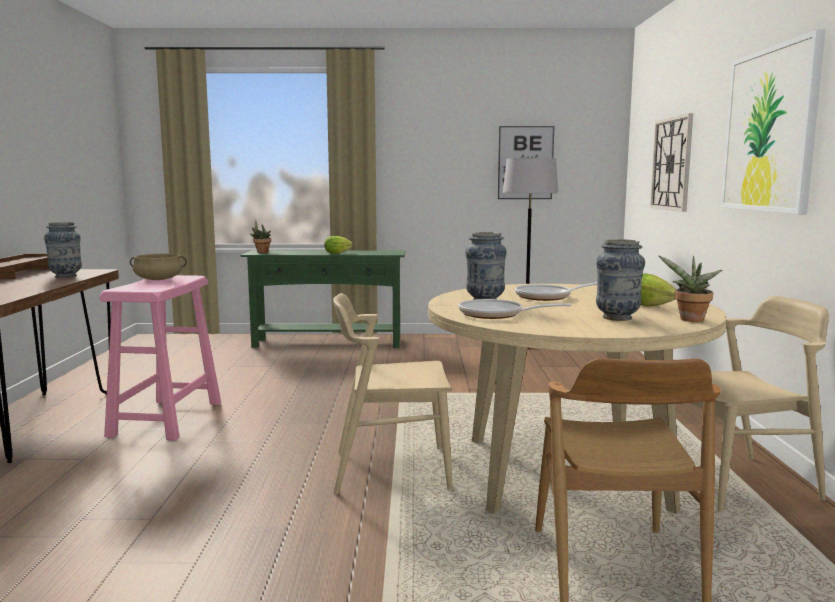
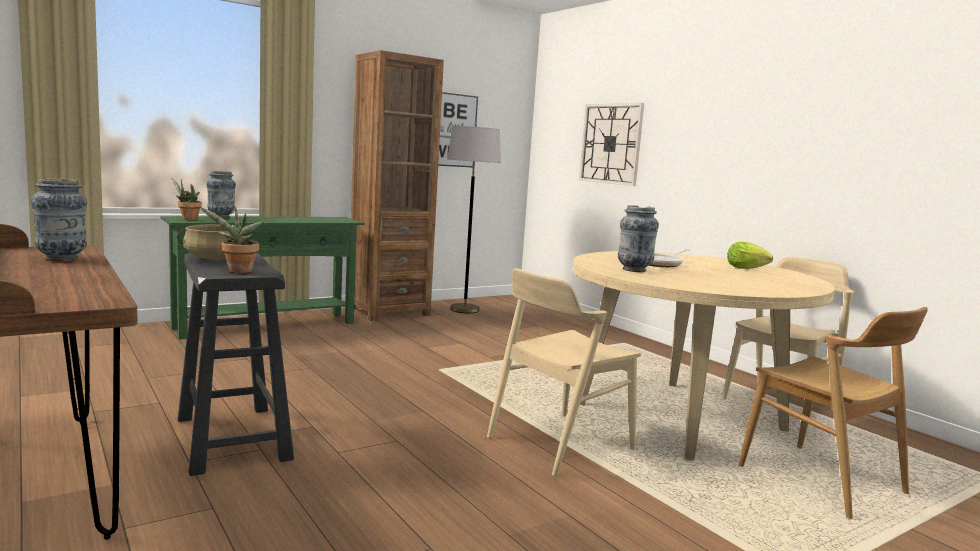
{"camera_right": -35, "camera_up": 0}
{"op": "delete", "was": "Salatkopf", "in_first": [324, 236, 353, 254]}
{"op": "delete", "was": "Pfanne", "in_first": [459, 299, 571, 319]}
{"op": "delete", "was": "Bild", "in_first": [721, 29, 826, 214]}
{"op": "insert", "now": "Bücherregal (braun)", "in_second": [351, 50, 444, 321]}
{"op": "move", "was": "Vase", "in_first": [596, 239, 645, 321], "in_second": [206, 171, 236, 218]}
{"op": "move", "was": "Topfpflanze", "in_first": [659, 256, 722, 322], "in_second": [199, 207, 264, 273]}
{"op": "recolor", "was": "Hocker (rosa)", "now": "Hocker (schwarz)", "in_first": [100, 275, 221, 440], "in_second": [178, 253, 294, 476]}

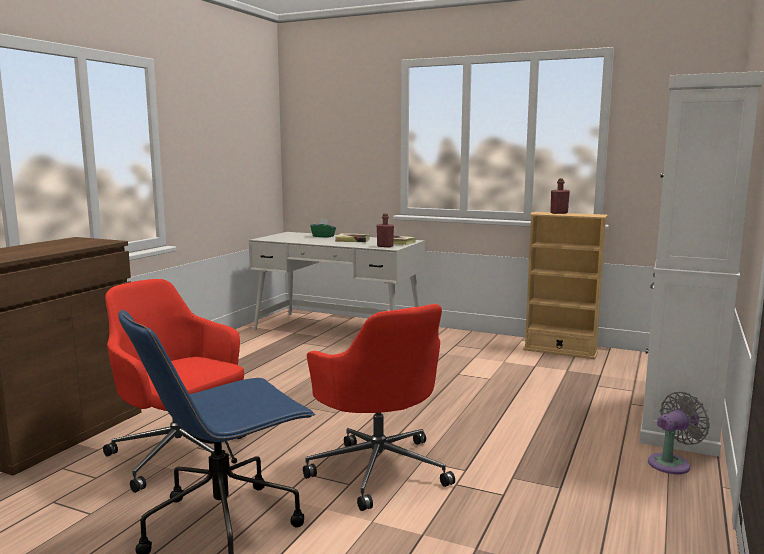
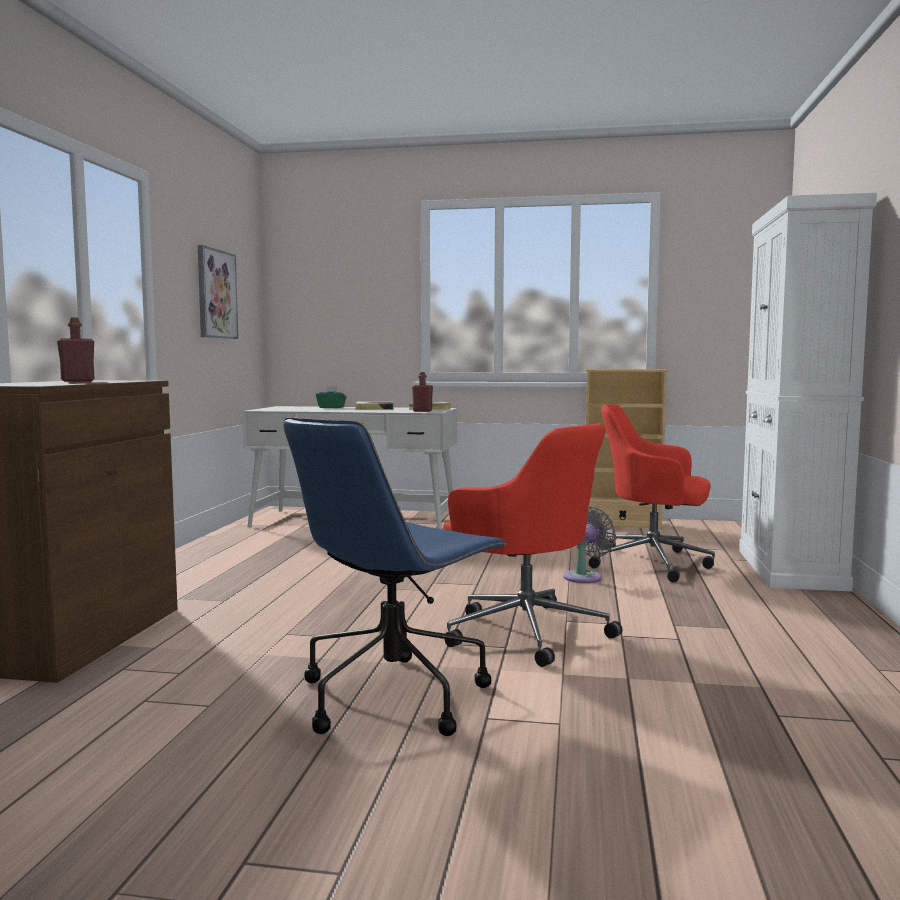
{"camera_right": -15, "camera_up": -5}
{"op": "insert", "now": "Bild", "in_second": [198, 245, 238, 339]}
{"op": "move", "was": "Bürostuhl (rot)", "in_first": [103, 279, 247, 493], "in_second": [589, 404, 715, 582]}
{"op": "move", "was": "Flasche (rot)", "in_first": [550, 178, 570, 214], "in_second": [57, 317, 95, 382]}
{"op": "move", "was": "Ventilator (grau)", "in_first": [648, 392, 710, 474], "in_second": [564, 507, 616, 583]}

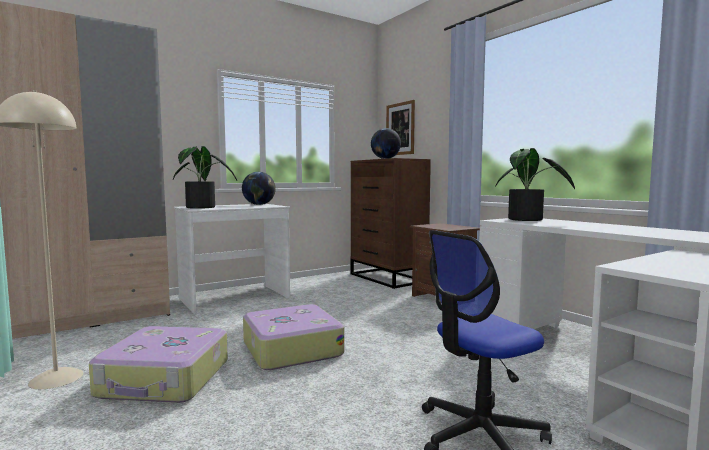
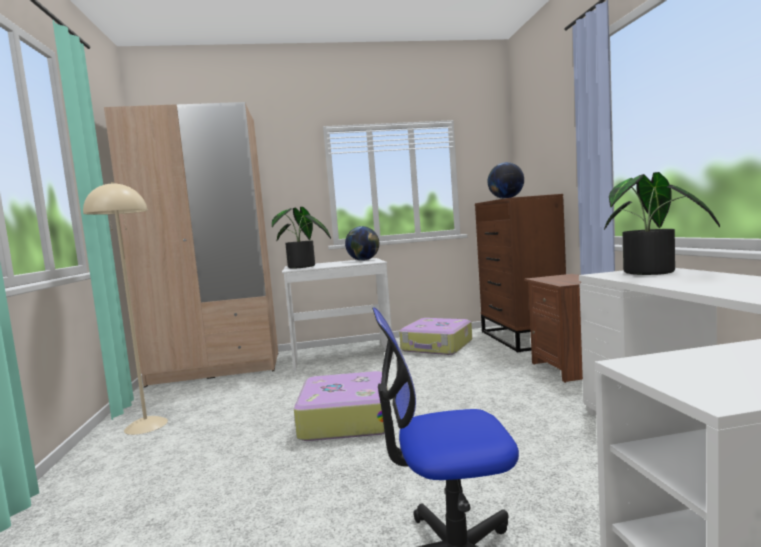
{"camera_right": 25, "camera_up": 0}
{"op": "delete", "was": "Bild", "in_first": [386, 100, 415, 155]}
{"op": "move", "was": "Koffer", "in_first": [89, 326, 228, 403], "in_second": [399, 318, 472, 355]}

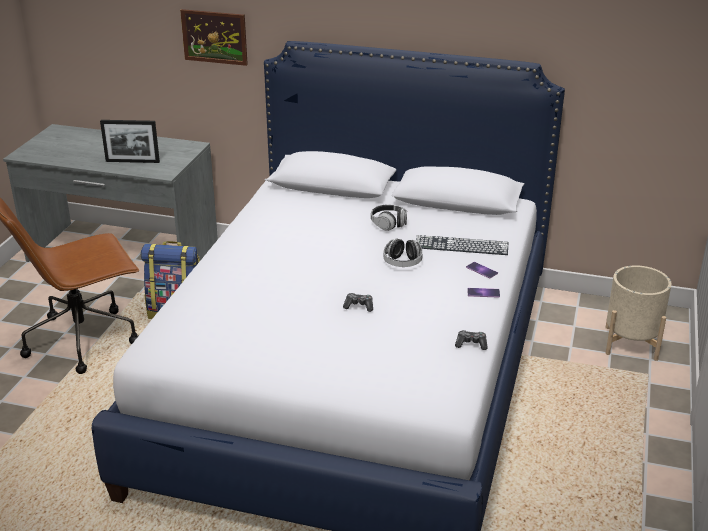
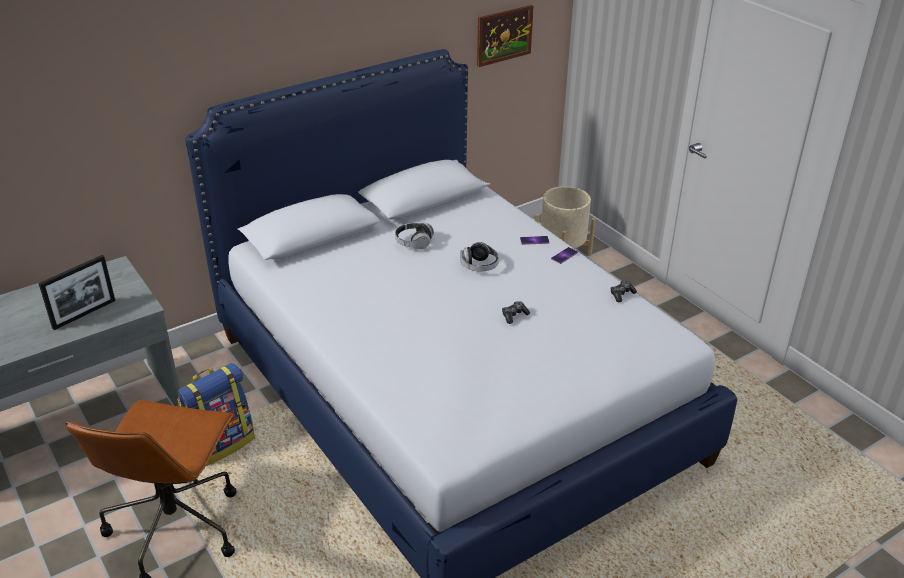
{"camera_right": -50, "camera_up": 5}
{"op": "delete", "was": "Tastatur", "in_first": [416, 235, 508, 255]}
{"op": "move", "was": "Bild", "in_first": [180, 9, 248, 66], "in_second": [477, 5, 533, 67]}

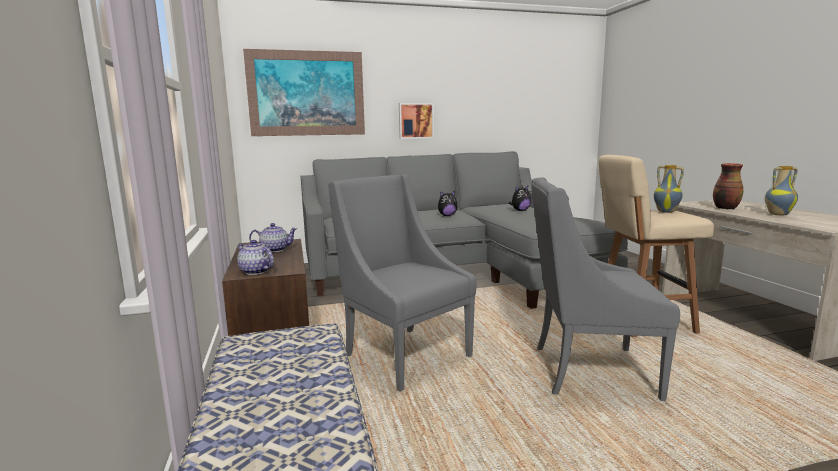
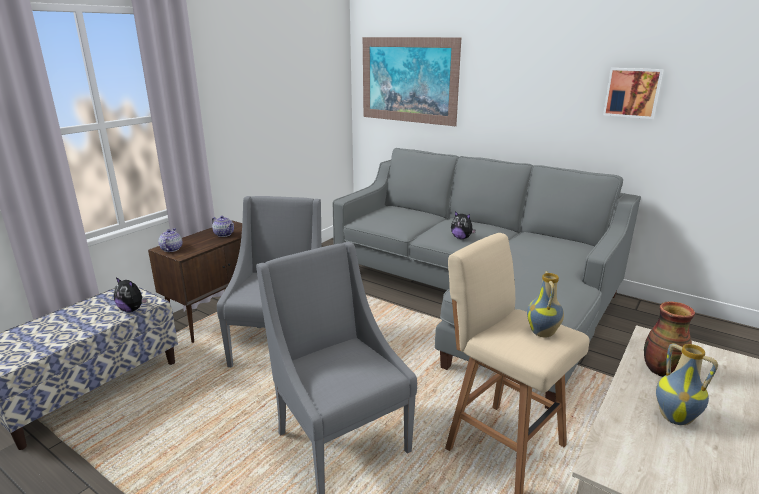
{"camera_right": 50, "camera_up": 10}
{"op": "move", "was": "Bild", "in_first": [399, 103, 434, 139], "in_second": [603, 68, 664, 119]}
{"op": "move", "was": "Plüschtier", "in_first": [509, 186, 531, 211], "in_second": [114, 277, 148, 312]}

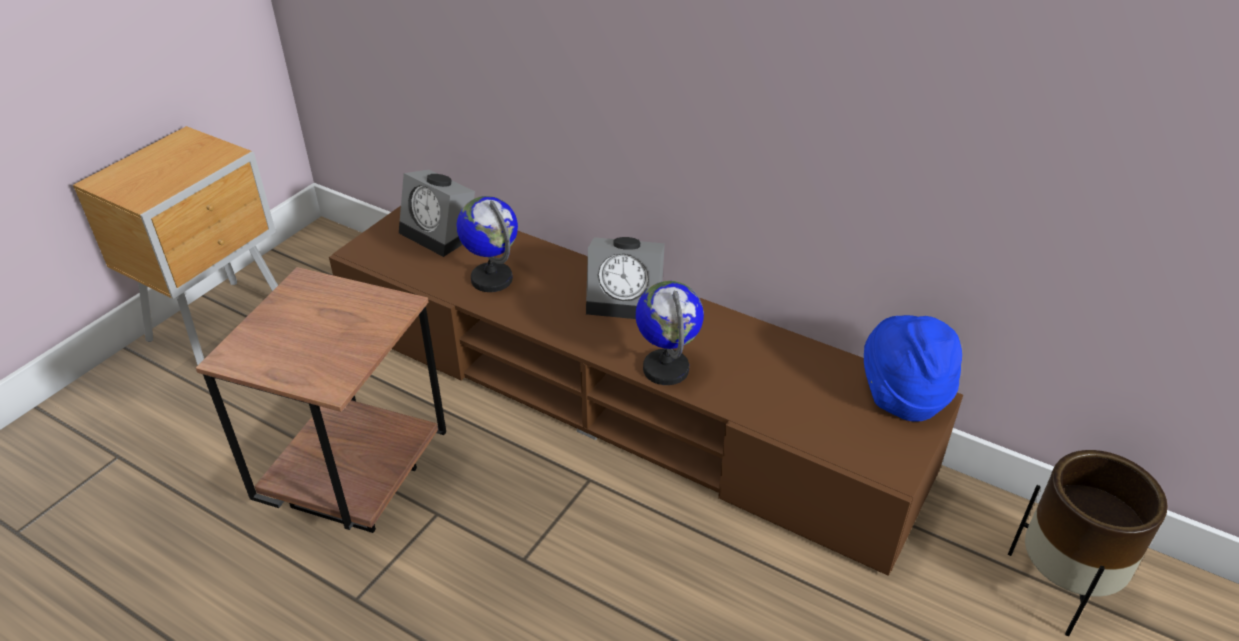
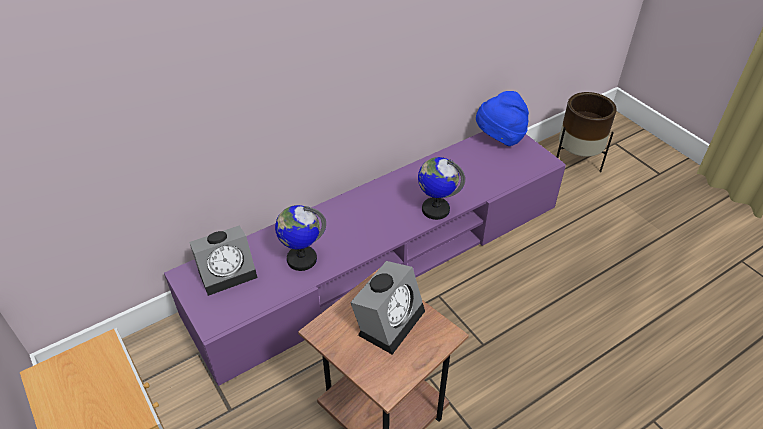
{"camera_right": -65, "camera_up": 5}
{"op": "move", "was": "Wecker", "in_first": [586, 237, 665, 319], "in_second": [350, 261, 425, 355]}
{"op": "recolor", "was": "Fernsehschrank (braun)", "now": "Fernsehschrank (lila)", "in_first": [329, 206, 963, 576], "in_second": [164, 132, 566, 386]}

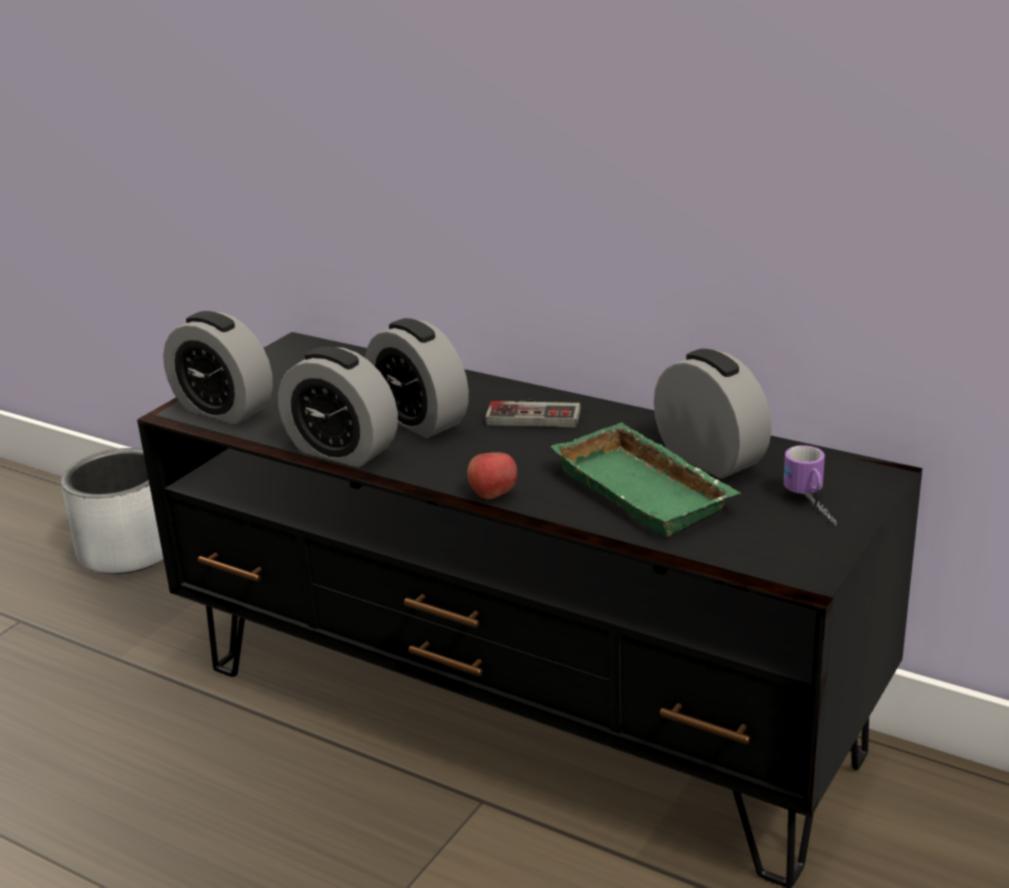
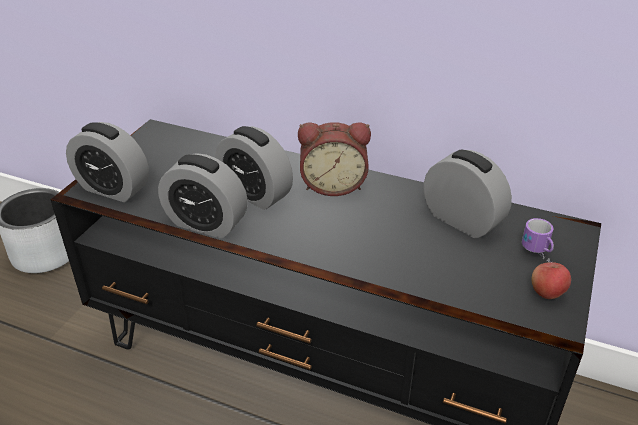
{"camera_right": -10, "camera_up": 10}
{"op": "delete", "was": "Tablett (grün)", "in_first": [550, 422, 740, 538]}
{"op": "move", "was": "Apfel", "in_first": [467, 453, 517, 499], "in_second": [532, 262, 571, 299]}
{"op": "replace", "was": "Gamepad", "now": "Wecker", "in_first": [485, 398, 581, 427], "in_second": [298, 122, 371, 196]}

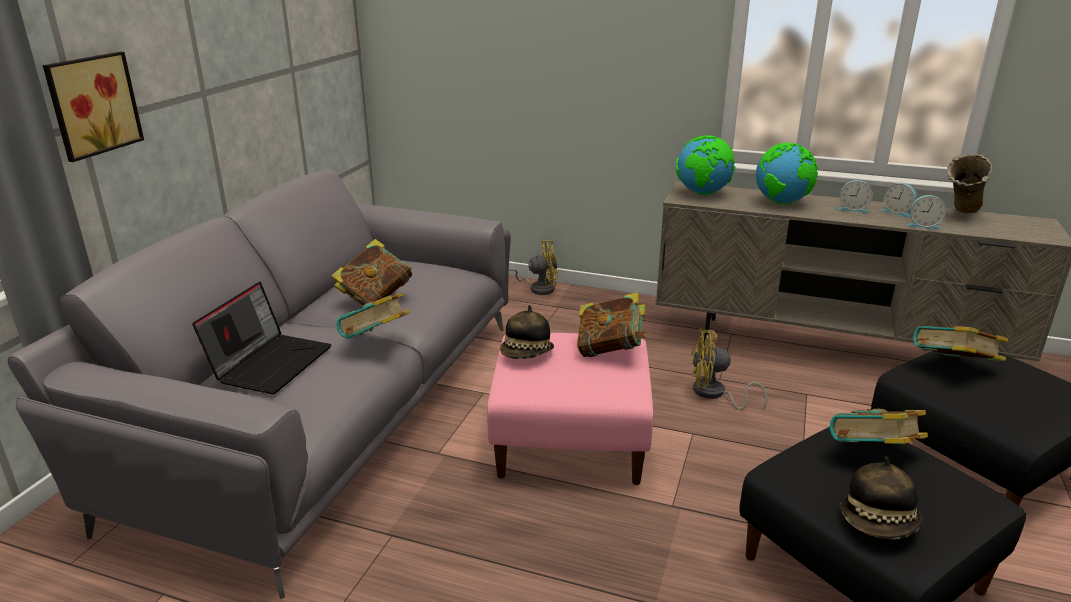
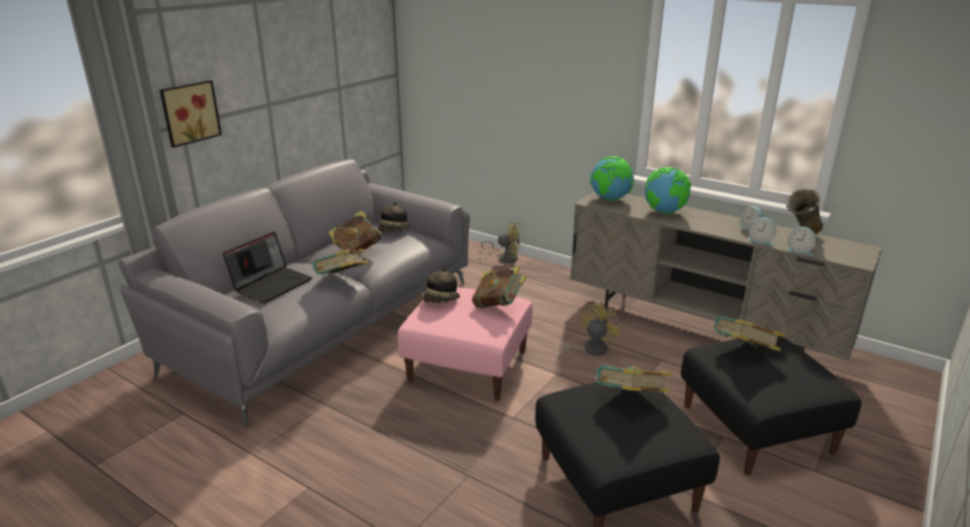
{"camera_right": 15, "camera_up": 0}
{"op": "move", "was": "Wecker", "in_first": [837, 180, 872, 213], "in_second": [786, 227, 817, 256]}
{"op": "move", "was": "Hut", "in_first": [840, 456, 923, 540], "in_second": [377, 201, 410, 232]}
{"op": "rotate", "was": "Ventilator (gelb)", "in_first": [691, 329, 767, 410], "in_second": [558, 302, 621, 359], "clockwise": 105}

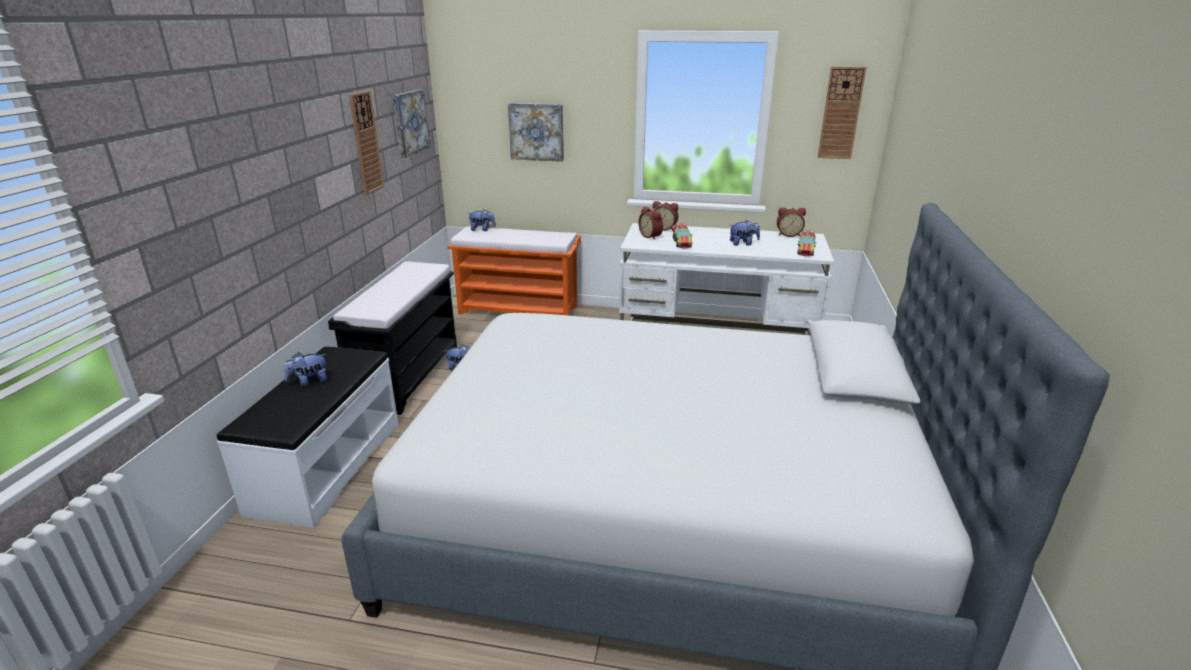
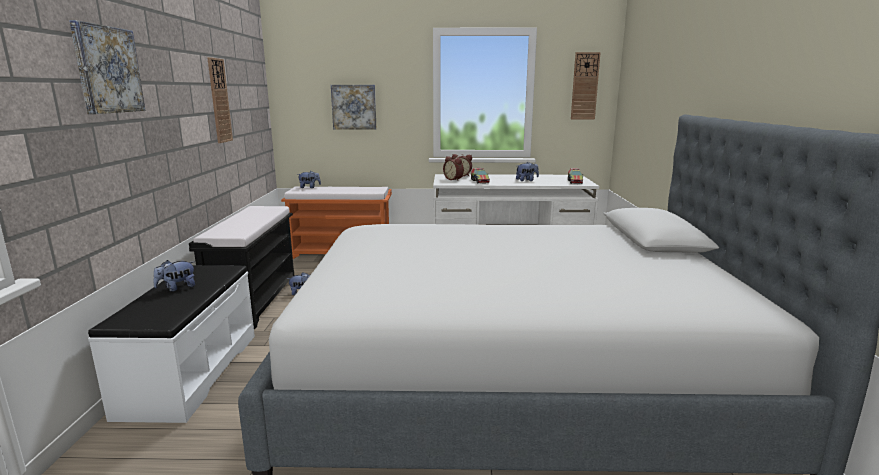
{"camera_right": -10, "camera_up": -10}
{"op": "delete", "was": "Wecker", "in_first": [777, 207, 806, 237]}
{"op": "move", "was": "Bild", "in_first": [393, 89, 430, 158], "in_second": [69, 20, 146, 114]}

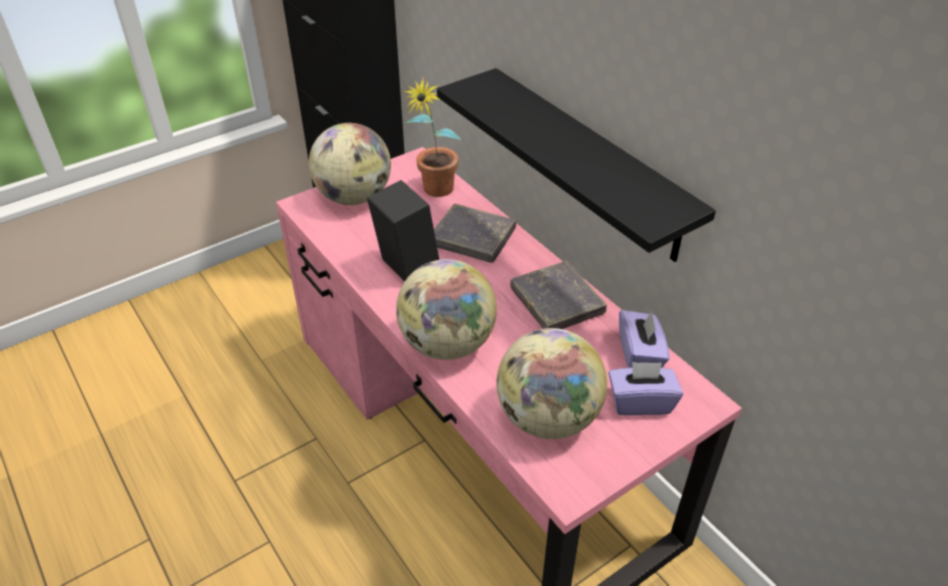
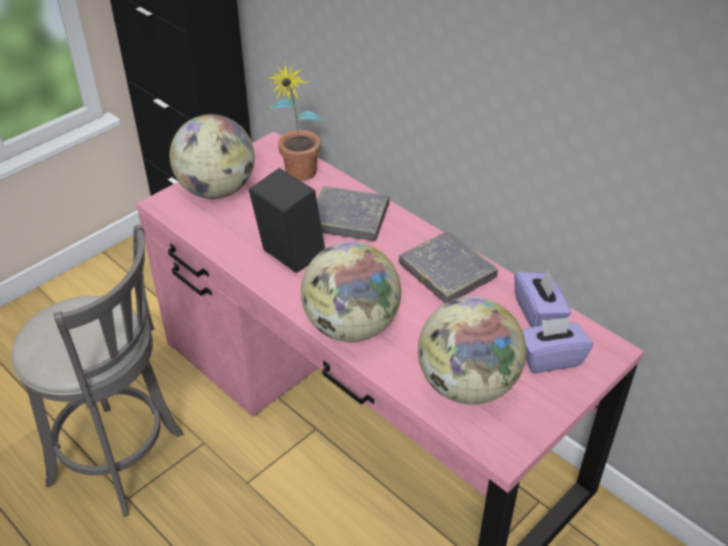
{"camera_right": -10, "camera_up": 0}
{"op": "delete", "was": "Wandregal (schwarz)", "in_first": [437, 68, 716, 262]}
{"op": "insert", "now": "Hocker (grau)", "in_second": [12, 224, 183, 517]}

